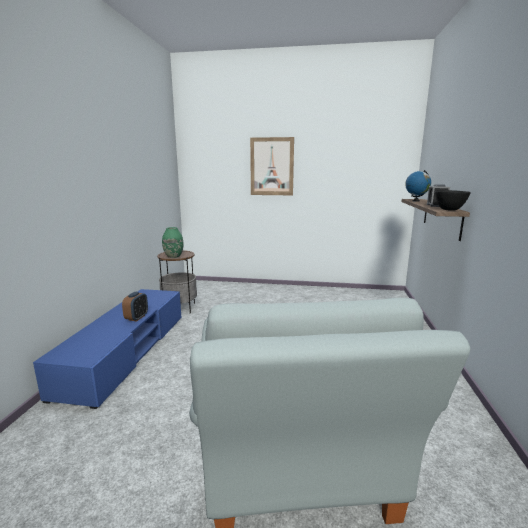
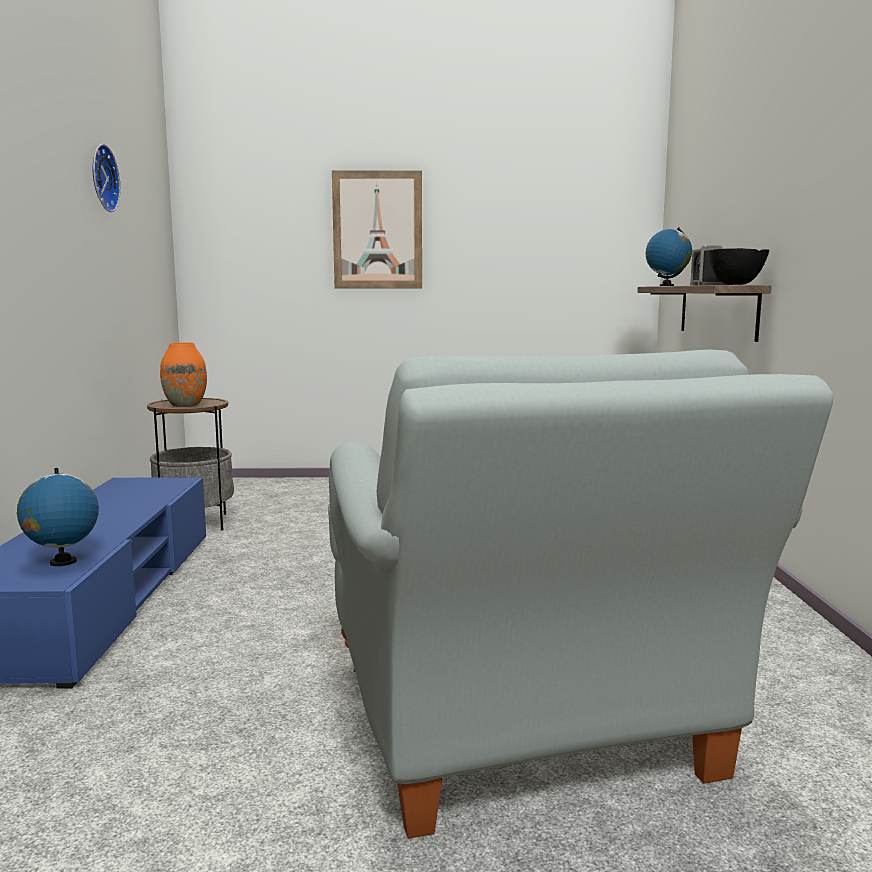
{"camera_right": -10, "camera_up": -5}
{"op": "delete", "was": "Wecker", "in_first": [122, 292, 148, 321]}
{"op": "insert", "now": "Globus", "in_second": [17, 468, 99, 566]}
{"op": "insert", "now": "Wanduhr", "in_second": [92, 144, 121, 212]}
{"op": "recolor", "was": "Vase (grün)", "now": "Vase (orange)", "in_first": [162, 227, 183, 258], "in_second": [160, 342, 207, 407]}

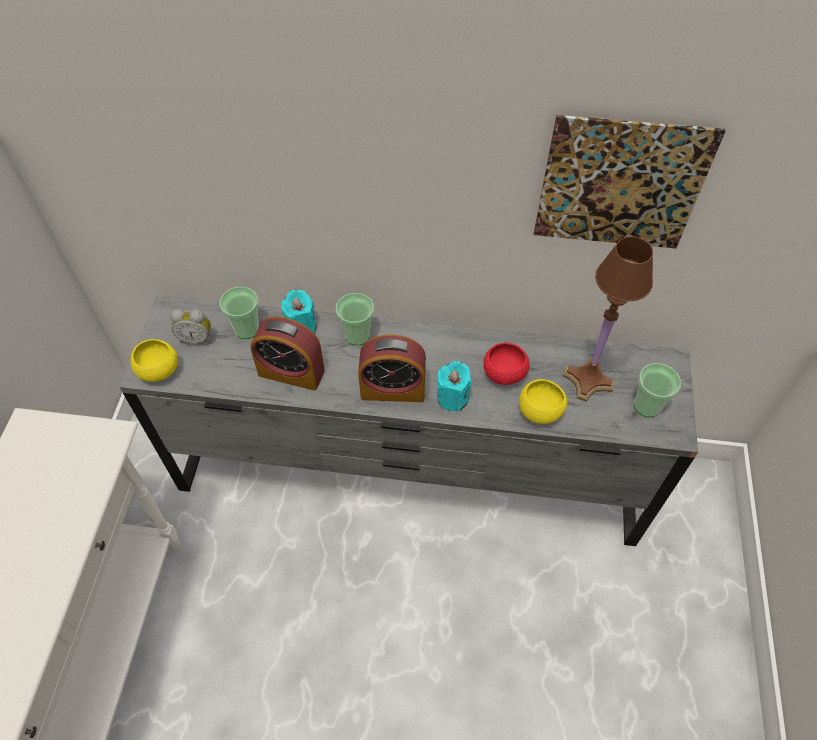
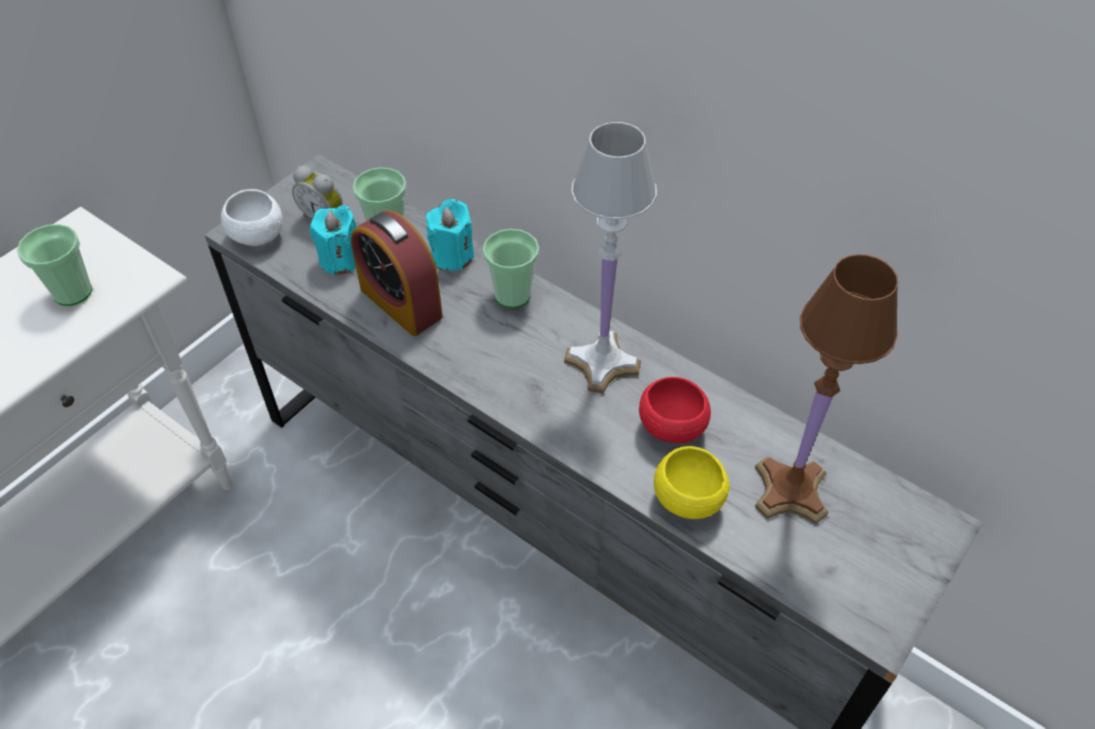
{"camera_right": 30, "camera_up": -5}
{"op": "delete", "was": "Wecker", "in_first": [358, 335, 426, 402]}
{"op": "delete", "was": "Bild", "in_first": [534, 115, 725, 249]}
{"op": "insert", "now": "Tischlampe (weiß)", "in_second": [564, 122, 657, 394]}
{"op": "move", "was": "Kerze (türkis)", "in_first": [437, 361, 471, 411], "in_second": [310, 205, 357, 276]}
{"op": "move", "was": "Tasse", "in_first": [634, 363, 681, 418], "in_second": [17, 224, 93, 306]}
{"op": "recolor", "was": "Schüssel (gelb)", "now": "Schüssel (weiß)", "in_first": [130, 339, 178, 382], "in_second": [221, 189, 283, 246]}

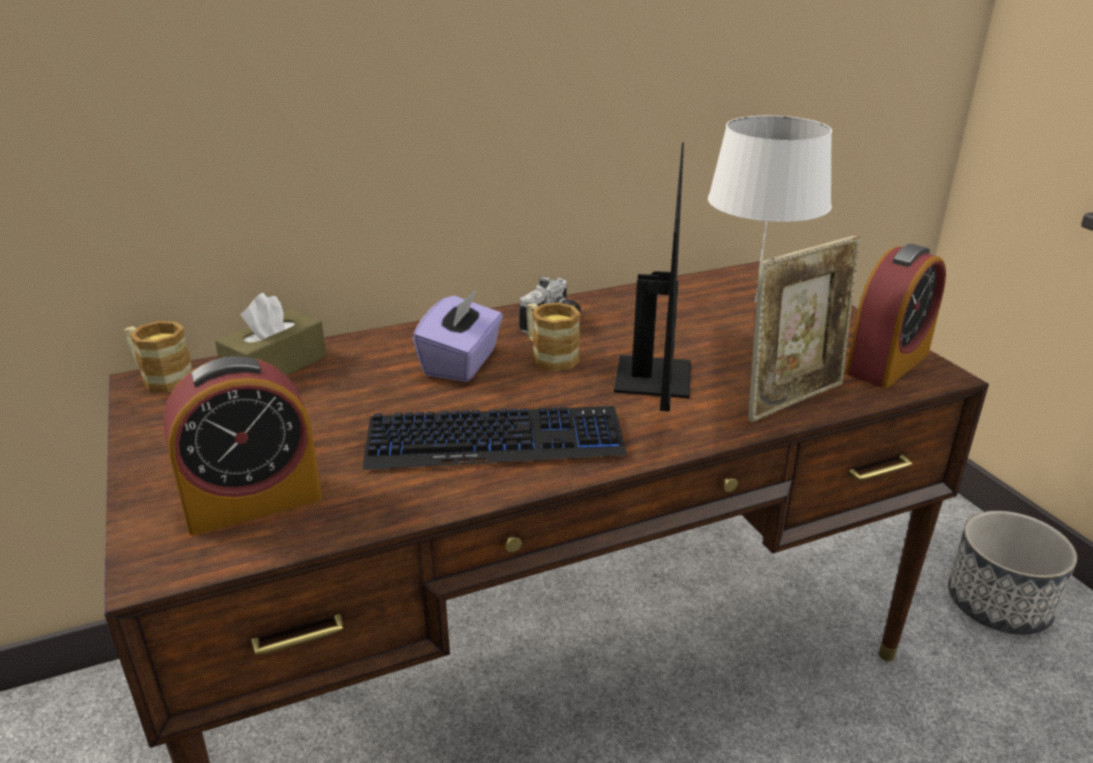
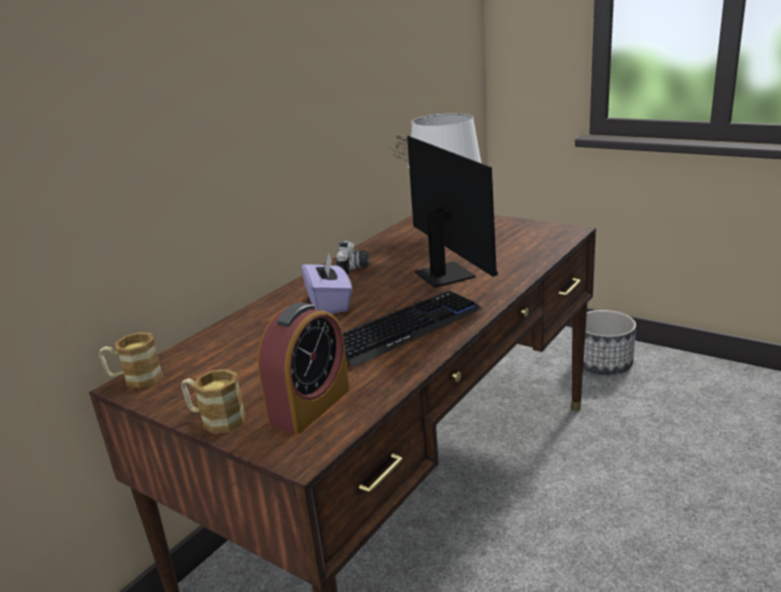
{"camera_right": -30, "camera_up": -5}
{"op": "delete", "was": "Taschentuchbox (braun)", "in_first": [215, 293, 326, 375]}
{"op": "delete", "was": "Bilderrahmen", "in_first": [748, 235, 860, 422]}
{"op": "delete", "was": "Wecker", "in_first": [846, 244, 946, 388]}
{"op": "move", "was": "Henkelbecher", "in_first": [526, 302, 581, 371], "in_second": [181, 369, 246, 434]}

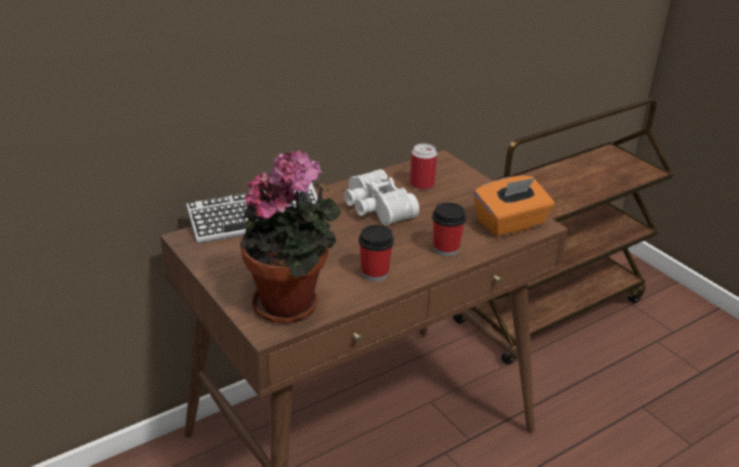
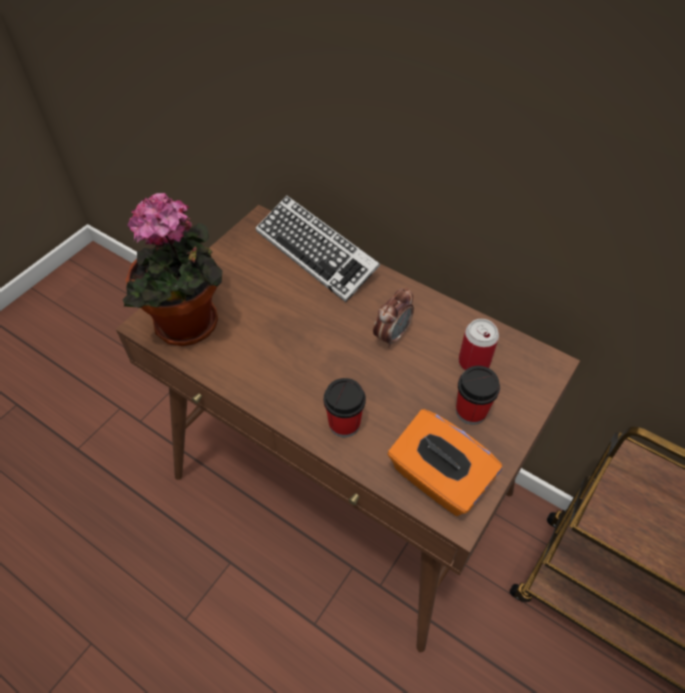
{"camera_right": 70, "camera_up": 20}
{"op": "move", "was": "Tasse", "in_first": [359, 225, 394, 282], "in_second": [456, 366, 500, 425]}
{"op": "replace", "was": "Fernglas (weiß)", "now": "Wecker", "in_first": [344, 169, 419, 226], "in_second": [373, 287, 414, 348]}

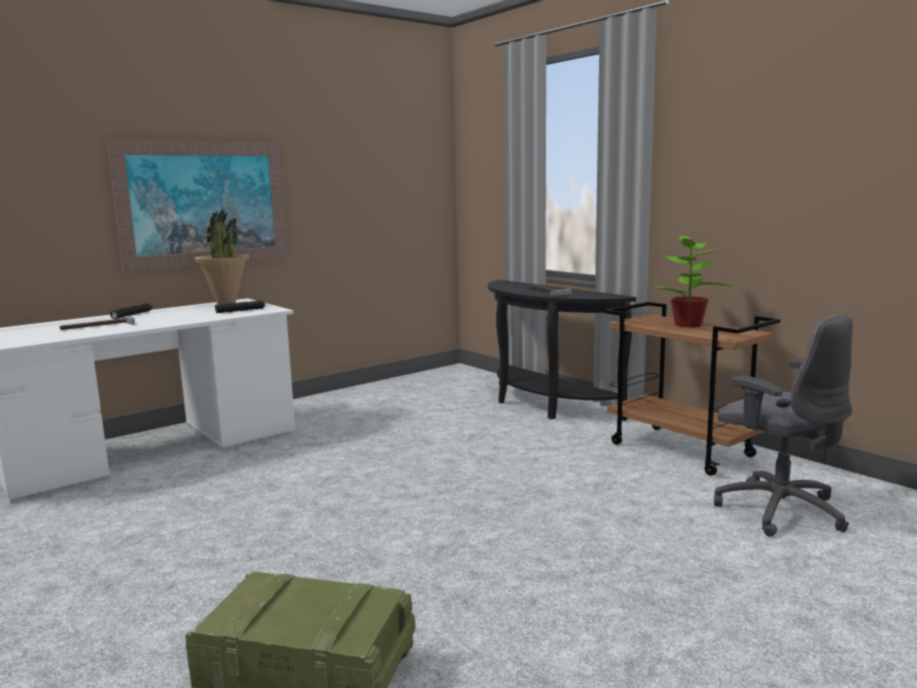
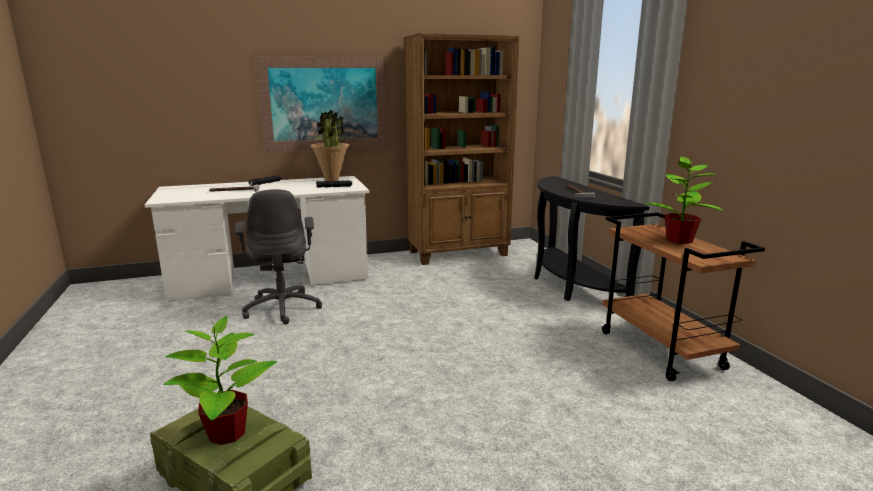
{"camera_right": 20, "camera_up": 5}
{"op": "insert", "now": "Topfpflanze", "in_second": [163, 316, 277, 445]}
{"op": "insert", "now": "Bücherregal (braun)", "in_second": [405, 33, 519, 265]}
{"op": "move", "was": "Bürostuhl (grau)", "in_first": [714, 314, 853, 537], "in_second": [235, 189, 322, 325]}

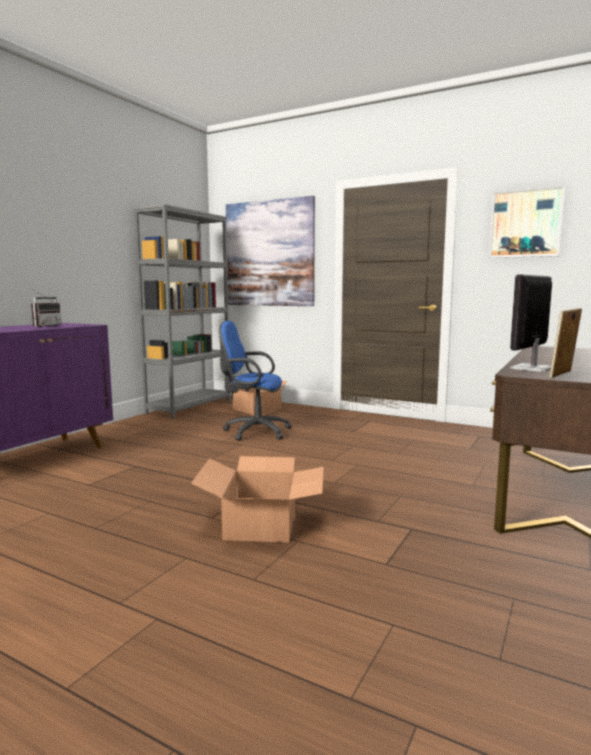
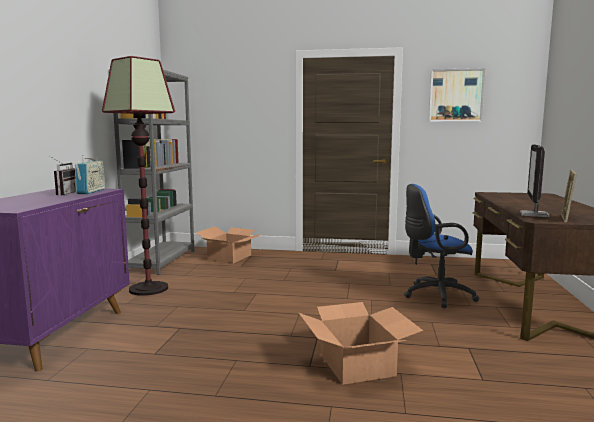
{"camera_right": -20, "camera_up": 0}
{"op": "delete", "was": "Bild", "in_first": [226, 196, 315, 306]}
{"op": "insert", "now": "Radio", "in_second": [75, 155, 105, 194]}
{"op": "insert", "now": "Stehlampe", "in_second": [102, 56, 175, 296]}
{"op": "move", "was": "Bürostuhl (blau)", "in_first": [219, 321, 292, 441], "in_second": [404, 184, 479, 308]}

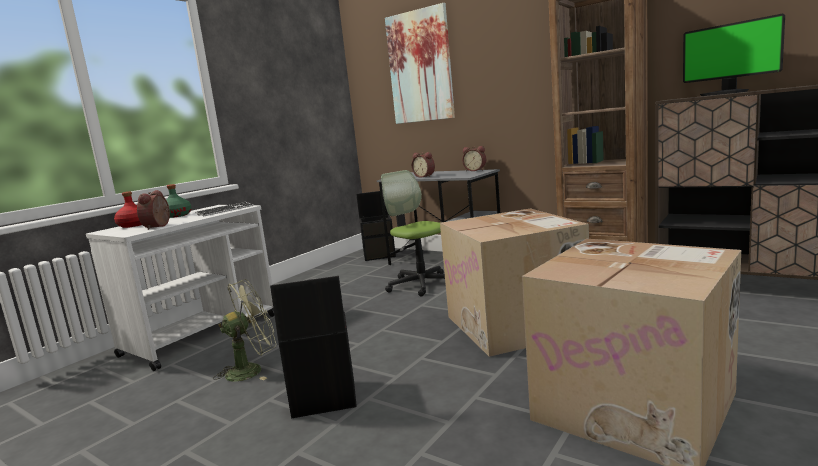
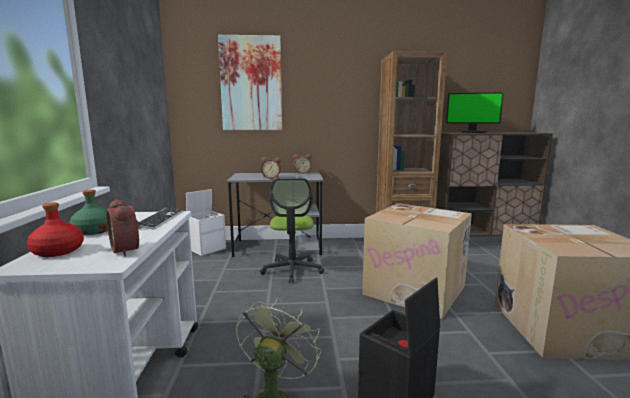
{"camera_right": -40, "camera_up": 0}
{"op": "recolor", "was": "Aufbewahrungsbox (schwarz)", "now": "Aufbewahrungsbox (weiß)", "in_first": [356, 191, 396, 261], "in_second": [186, 189, 226, 256]}
{"op": "rotate", "was": "Bürostuhl", "in_first": [381, 170, 445, 296], "in_second": [260, 178, 324, 283], "clockwise": -105}

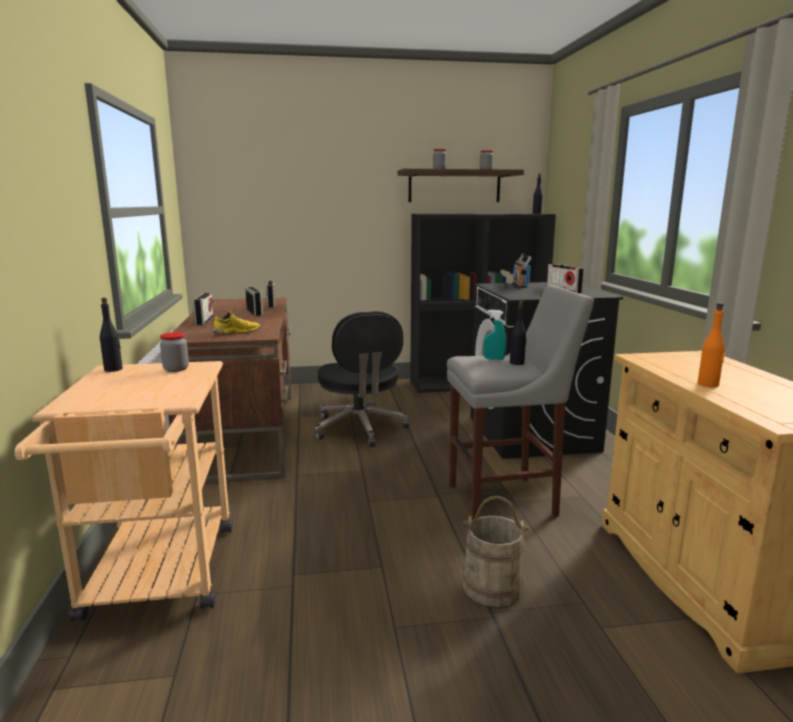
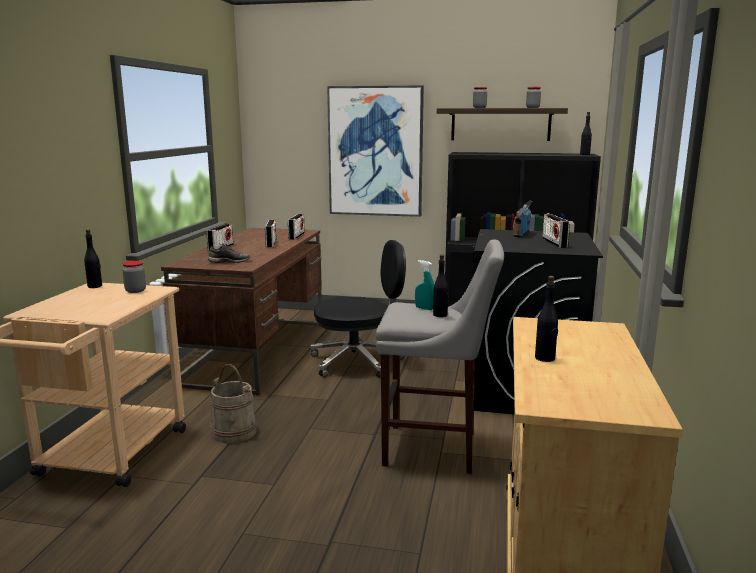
{"camera_right": 20, "camera_up": 0}
{"op": "insert", "now": "Bild", "in_second": [327, 85, 424, 217]}
{"op": "move", "was": "Eimer (beige)", "in_first": [462, 496, 530, 607], "in_second": [211, 364, 257, 444]}
{"op": "recolor", "was": "Schuh (gelb)", "now": "Schuh (grau)", "in_first": [213, 312, 260, 334], "in_second": [208, 243, 251, 263]}
{"op": "recolor", "was": "Flasche (orange)", "now": "Flasche (schwarz)", "in_first": [698, 303, 725, 387], "in_second": [535, 276, 558, 362]}
{"op": "rotate", "was": "Bürostuhl (schwarz)", "in_first": [314, 311, 409, 447], "in_second": [311, 240, 406, 378], "clockwise": -105}

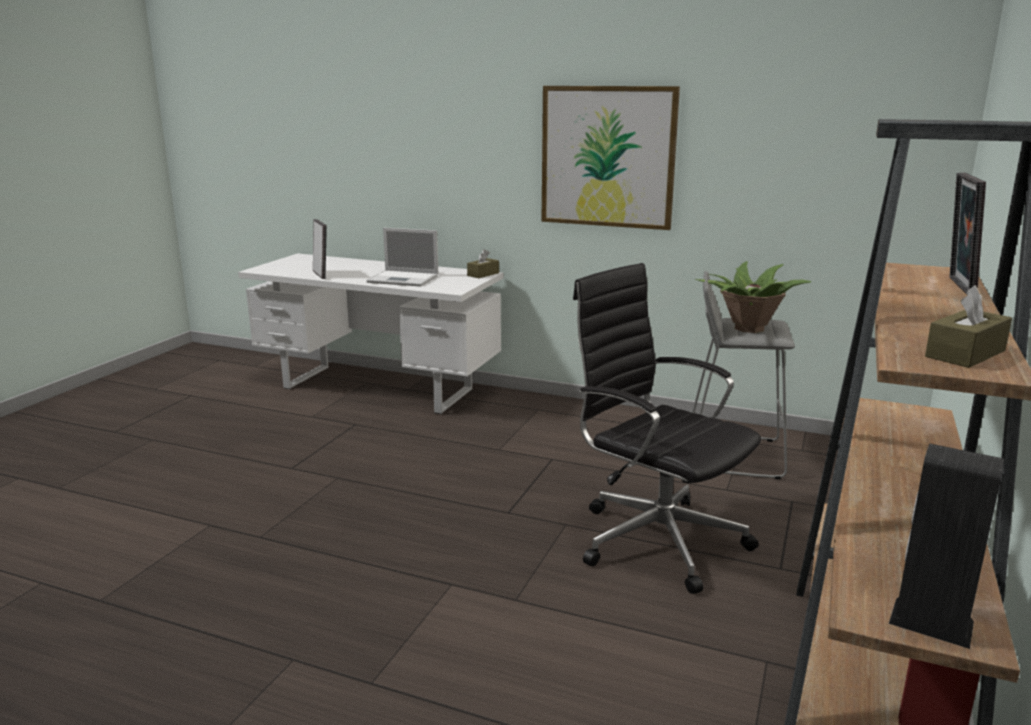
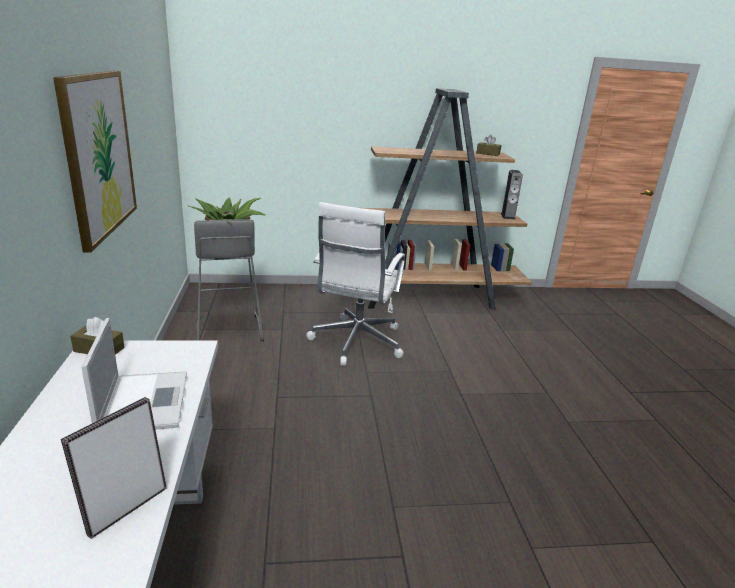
{"camera_right": -120, "camera_up": 5}
{"op": "delete", "was": "Bilderrahmen", "in_first": [949, 173, 986, 295]}
{"op": "recolor", "was": "Bürostuhl (schwarz)", "now": "Bürostuhl (weiß)", "in_first": [573, 263, 761, 594], "in_second": [306, 202, 405, 365]}

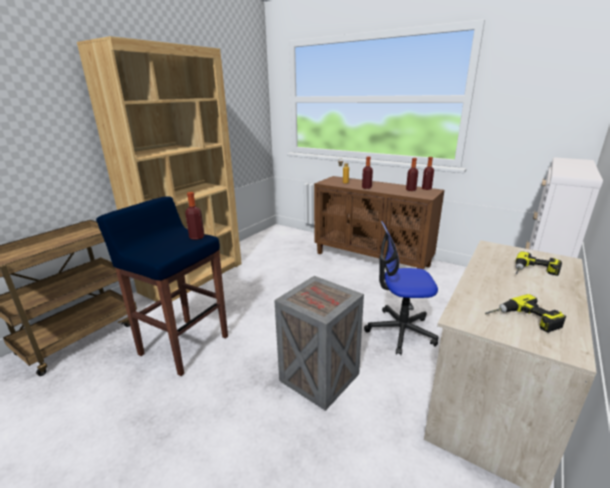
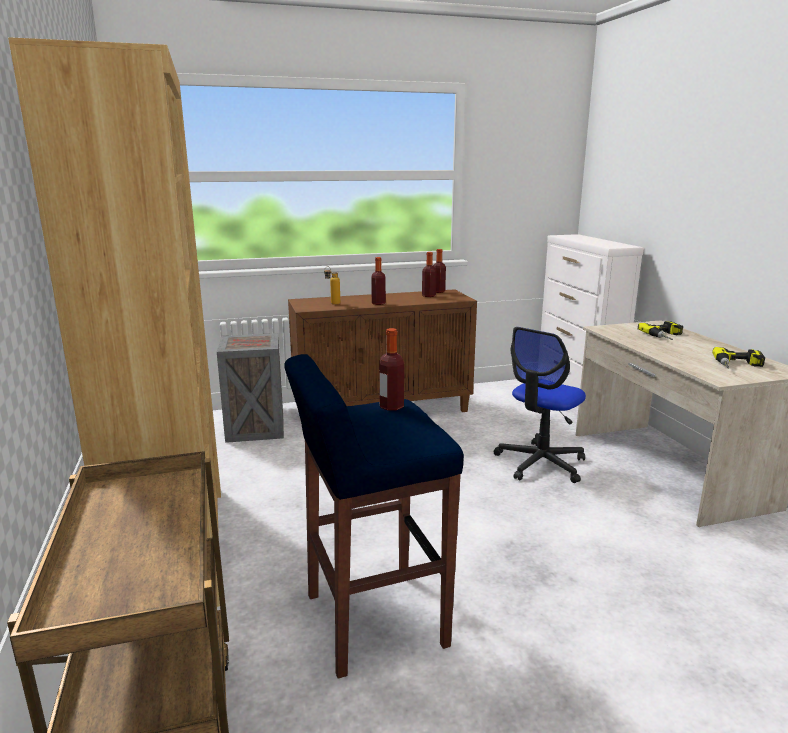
{"camera_right": -50, "camera_up": -5}
{"op": "move", "was": "Kiste", "in_first": [274, 276, 364, 411], "in_second": [217, 333, 284, 443]}

